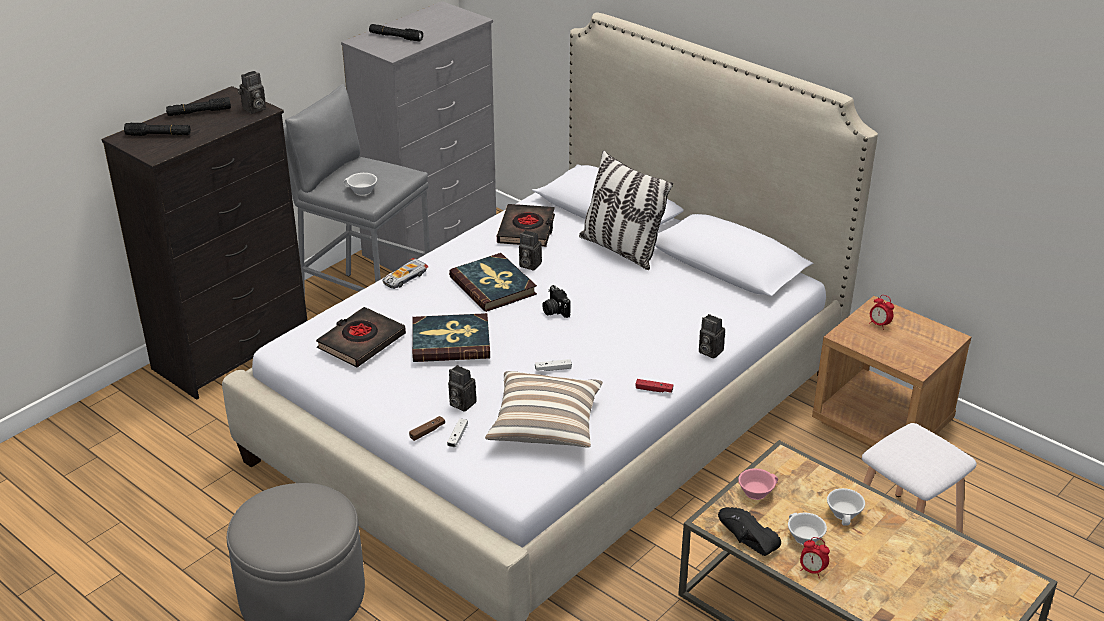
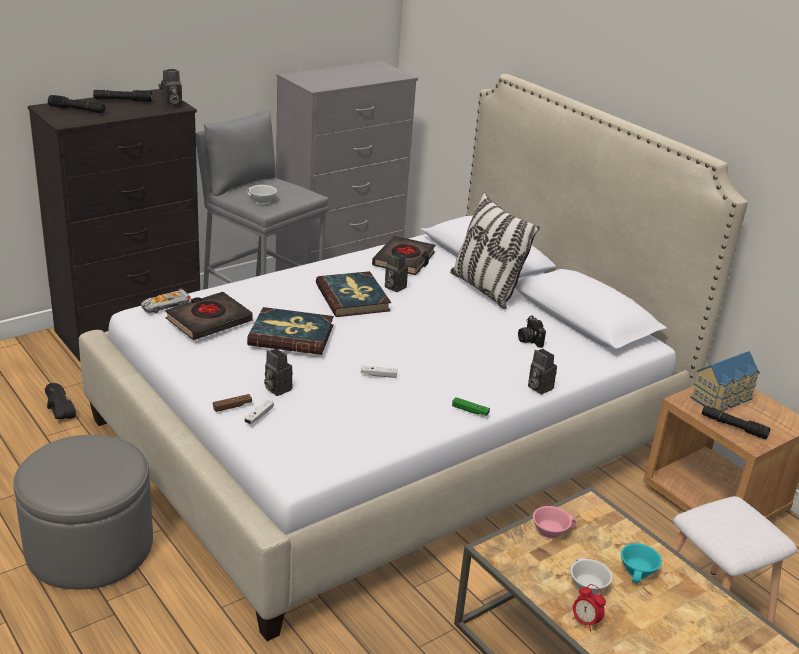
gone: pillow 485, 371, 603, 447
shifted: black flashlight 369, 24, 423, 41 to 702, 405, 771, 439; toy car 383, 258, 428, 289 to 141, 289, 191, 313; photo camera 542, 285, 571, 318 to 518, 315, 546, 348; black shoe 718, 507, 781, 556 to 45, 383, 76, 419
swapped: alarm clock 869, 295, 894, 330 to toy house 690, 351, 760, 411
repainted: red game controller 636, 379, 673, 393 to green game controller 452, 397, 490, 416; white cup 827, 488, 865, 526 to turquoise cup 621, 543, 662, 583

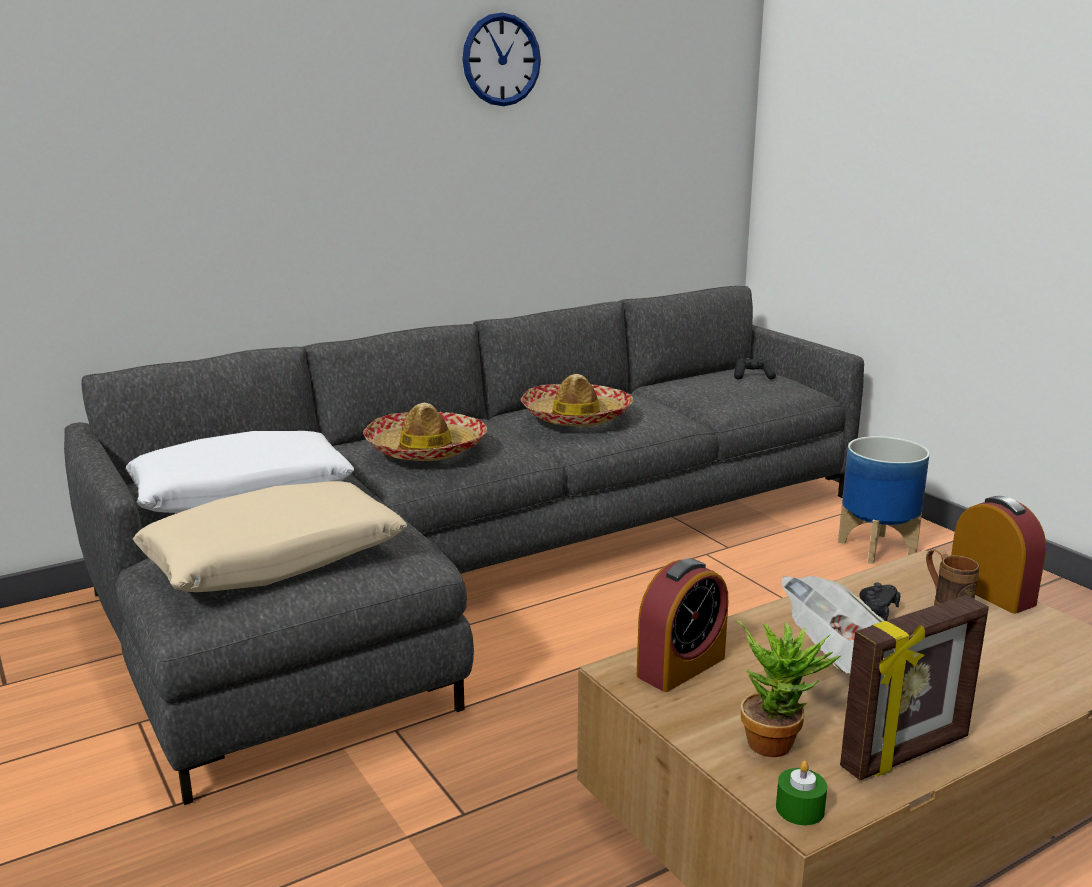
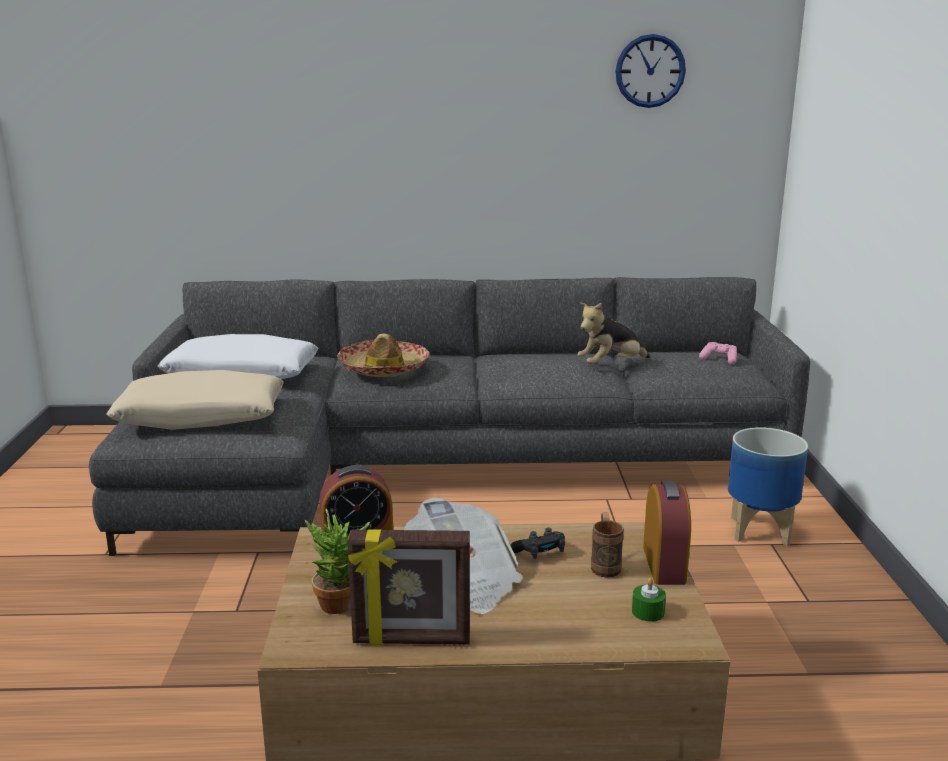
gone: hat 521, 374, 633, 427
new: plush toy 577, 302, 650, 364
shifted: wall clock 462, 12, 541, 106 to 615, 34, 686, 108; green candle 776, 761, 827, 825 to 632, 578, 666, 622
repainted: black game controller 734, 358, 776, 380 to pink game controller 699, 342, 737, 365

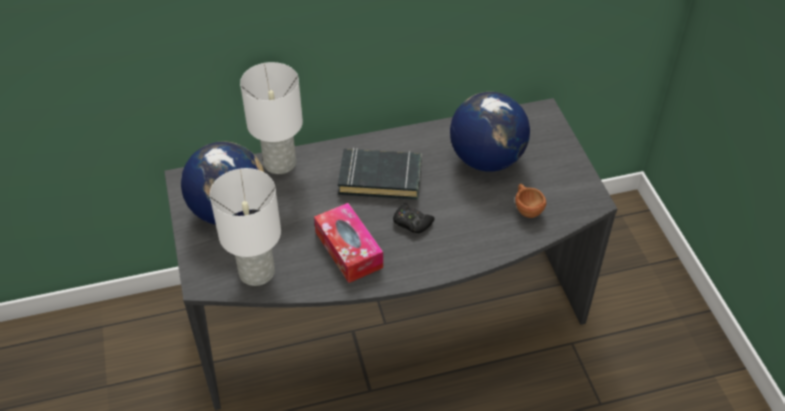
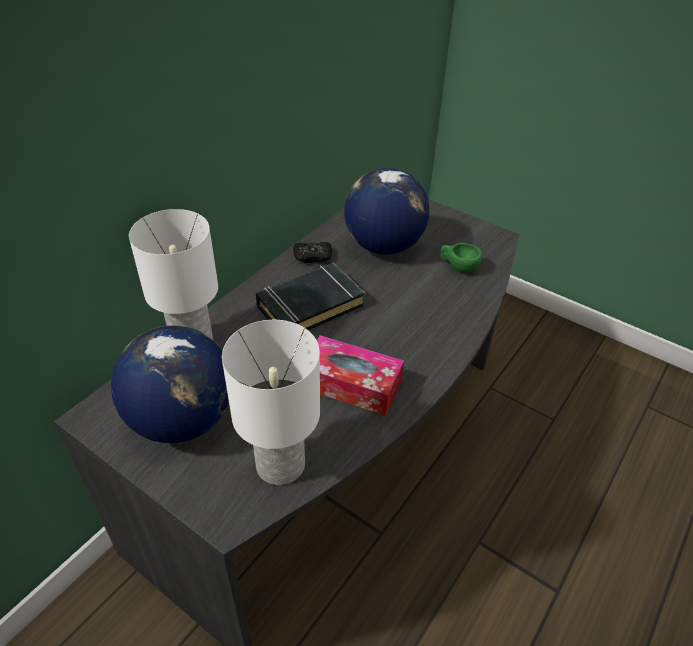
shifted: black game controller 393, 203, 435, 233 to 293, 242, 332, 263
repainted: brown cup 515, 184, 546, 218 to green cup 441, 243, 482, 273

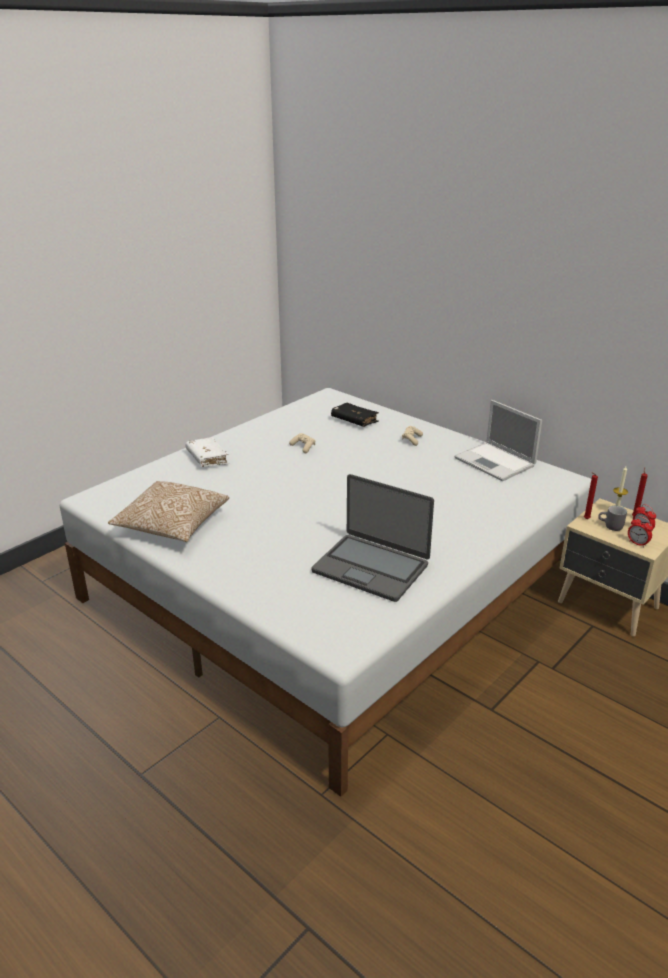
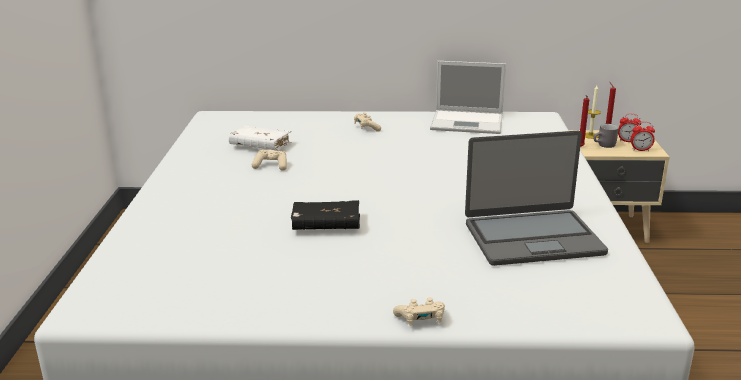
gone: pillow 108, 481, 229, 542
new: beige game controller 393, 297, 445, 326
shifted: white book 186, 437, 229, 467 to 229, 126, 292, 150; black book 331, 403, 379, 427 to 291, 200, 360, 230

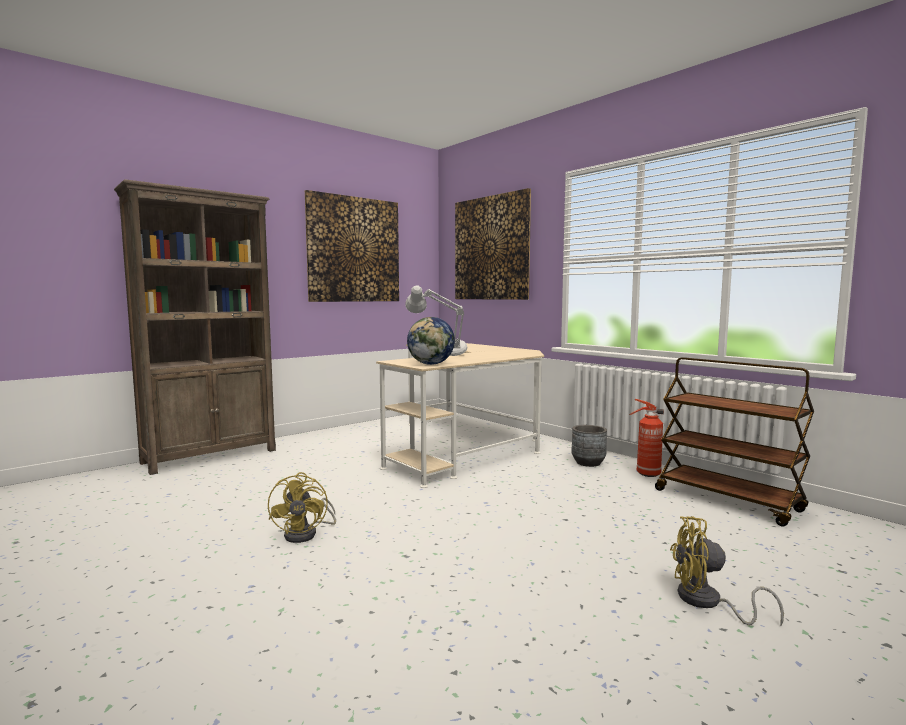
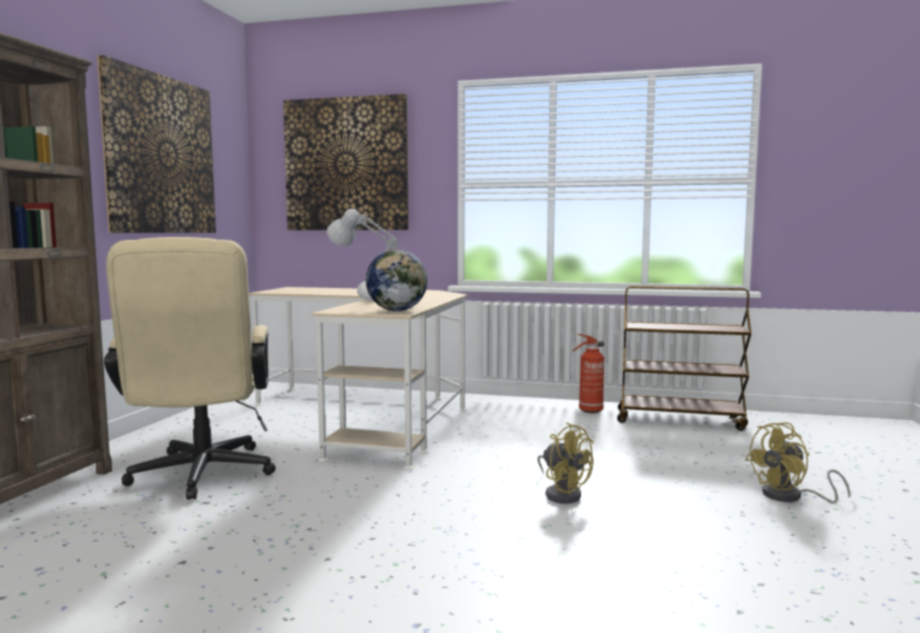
gone: grey planter 572, 425, 607, 467
new: beige office chair 104, 237, 276, 500
shifted: yellow fan 268, 472, 336, 543 to 537, 422, 594, 503

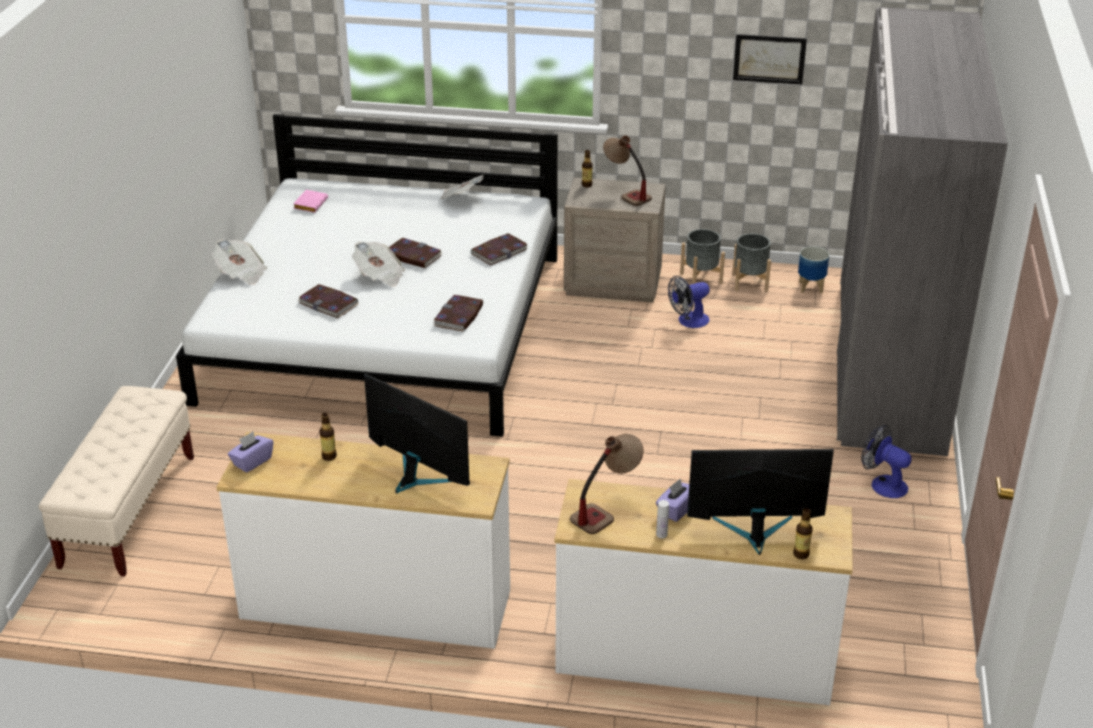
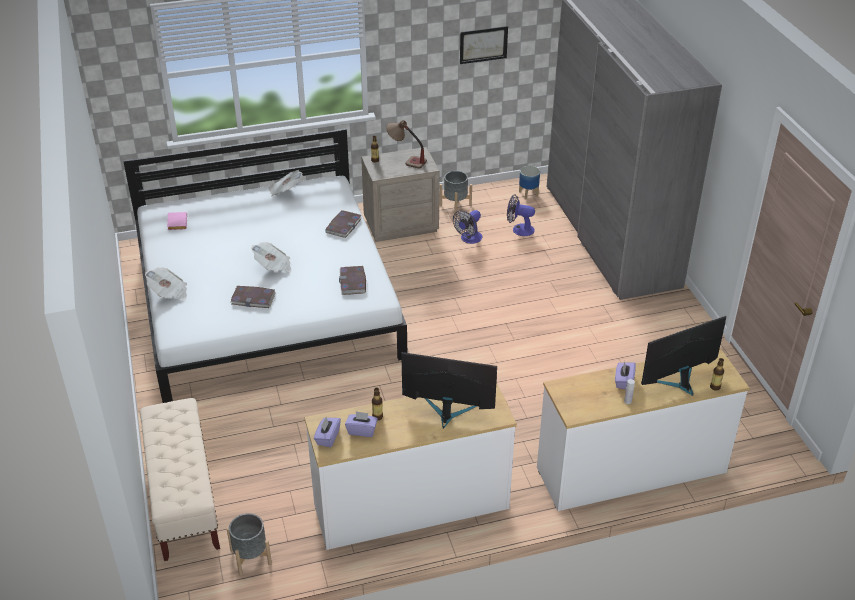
gone: book 389, 237, 443, 268; table lamp 570, 434, 643, 534
new: purple tissue box 345, 411, 378, 437
shifted: grey planter 732, 233, 771, 292 to 227, 513, 272, 576; fan 861, 425, 912, 498 to 507, 194, 535, 236

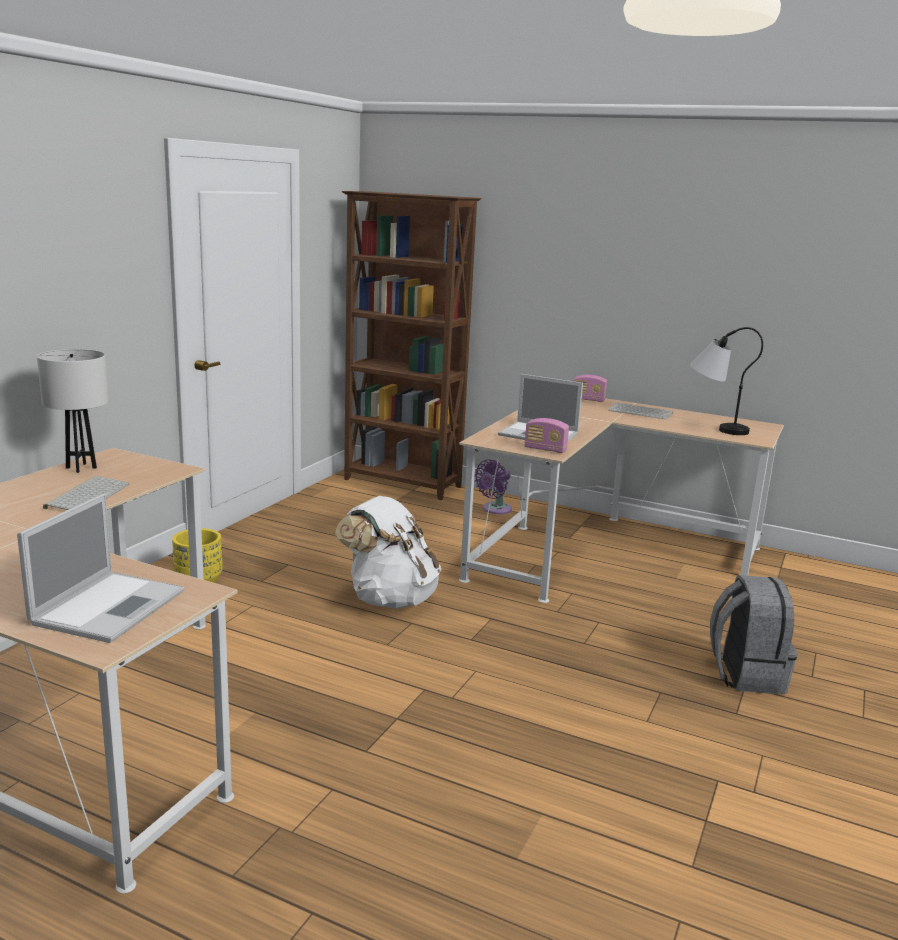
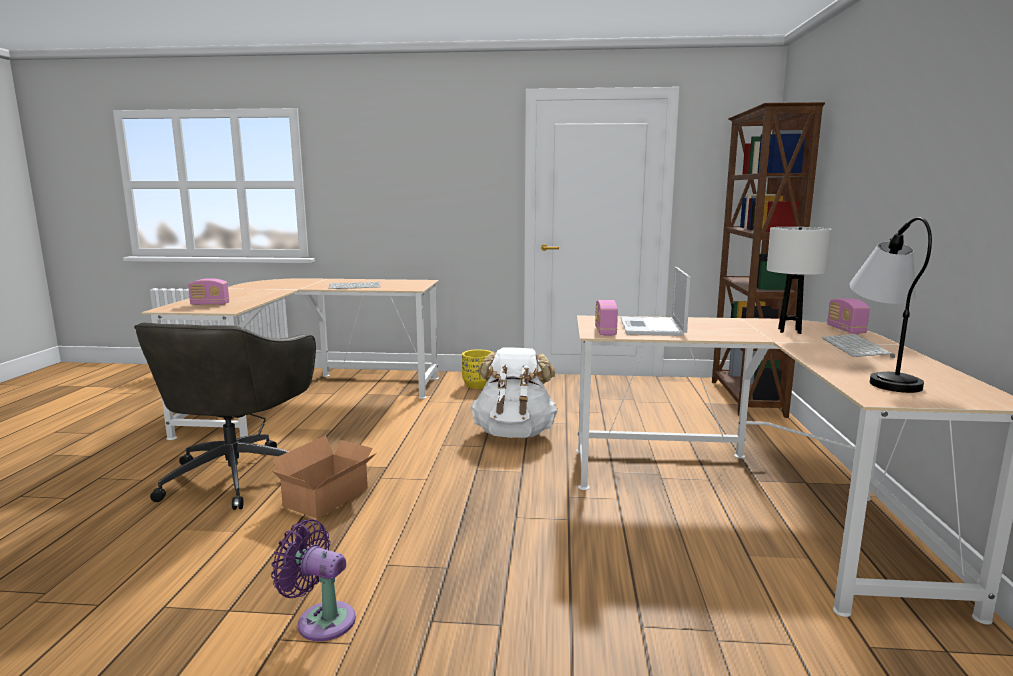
gone: grey backpack 710, 575, 797, 694
new: grey office chair 134, 322, 316, 510; cardboard box 272, 435, 377, 519
shifted: white table lamp 37, 349, 108, 473 to 767, 227, 832, 334; purple fan 474, 459, 512, 514 to 271, 519, 356, 641
swapped: laptop 17, 494, 184, 643 to radio 188, 278, 229, 305

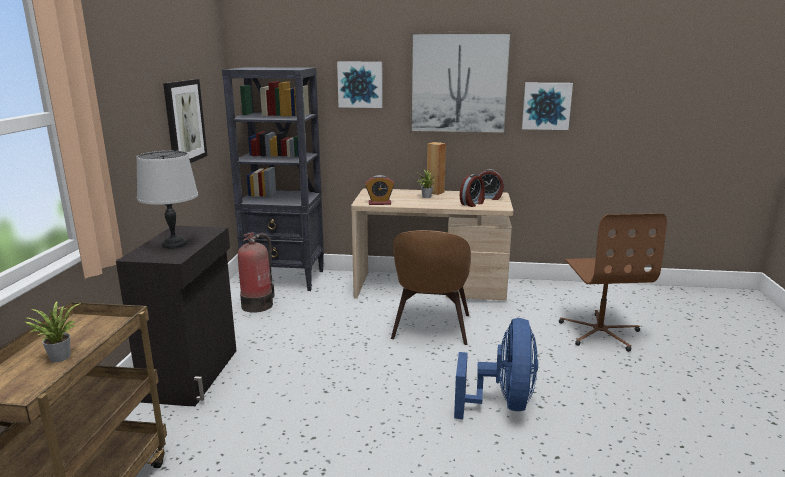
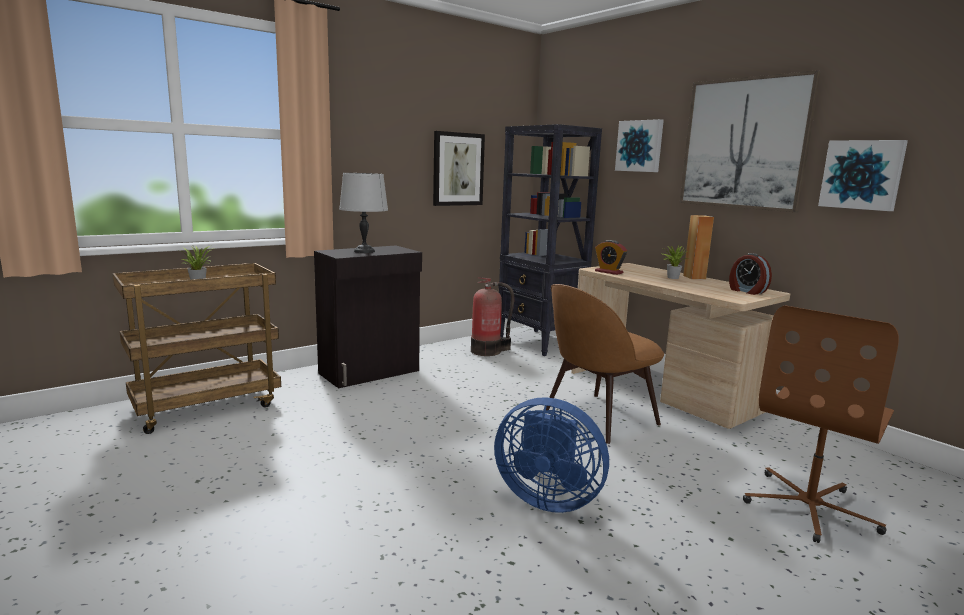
gone: alarm clock 460, 174, 485, 207
rotated: blue fan 454, 318, 538, 419 = 494, 397, 609, 513 60 degrees clockwise

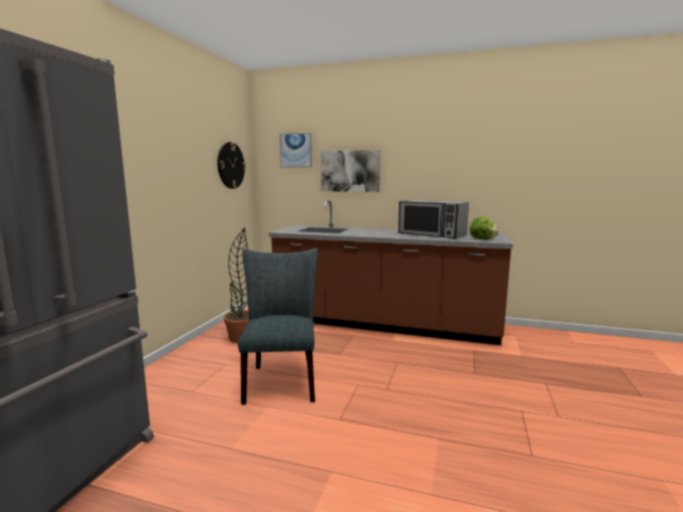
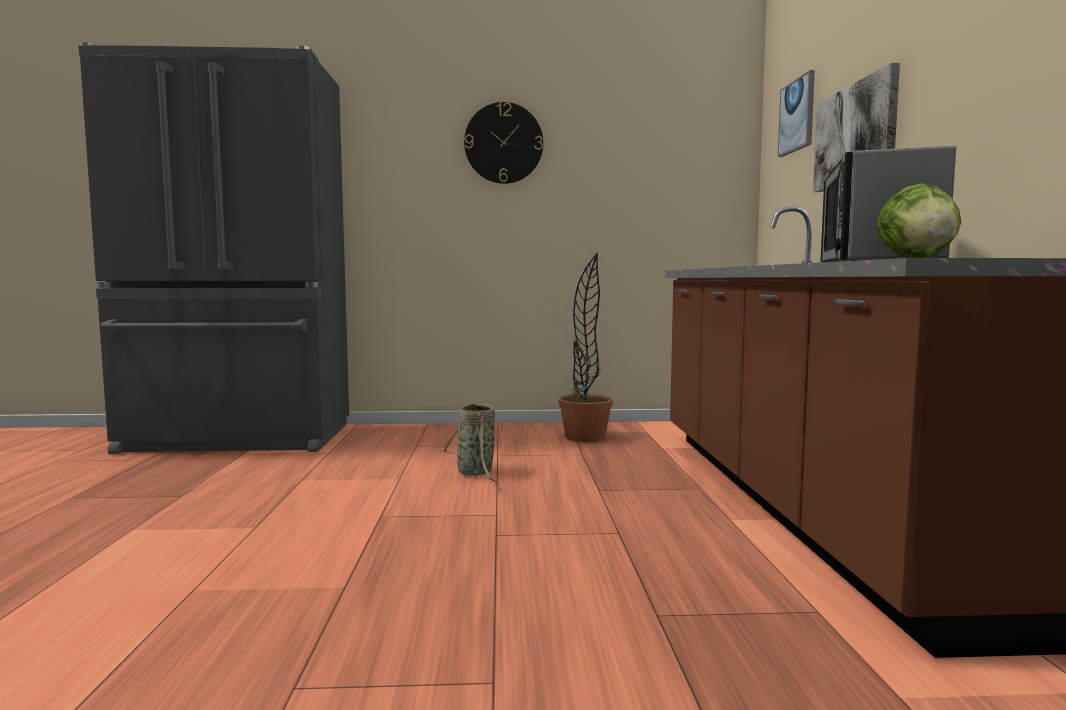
shifted: wall clock 217, 142, 246, 189 to 464, 102, 543, 184
swapped: grey chair 238, 248, 318, 405 to basket 442, 402, 498, 483

